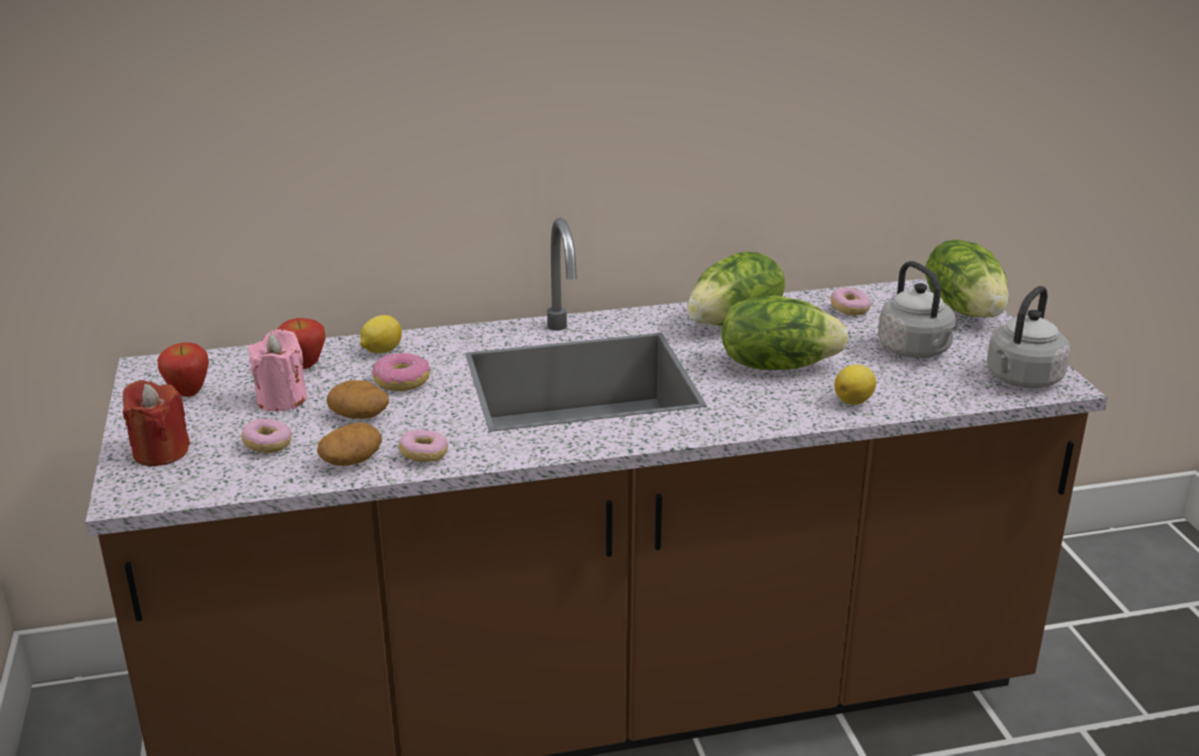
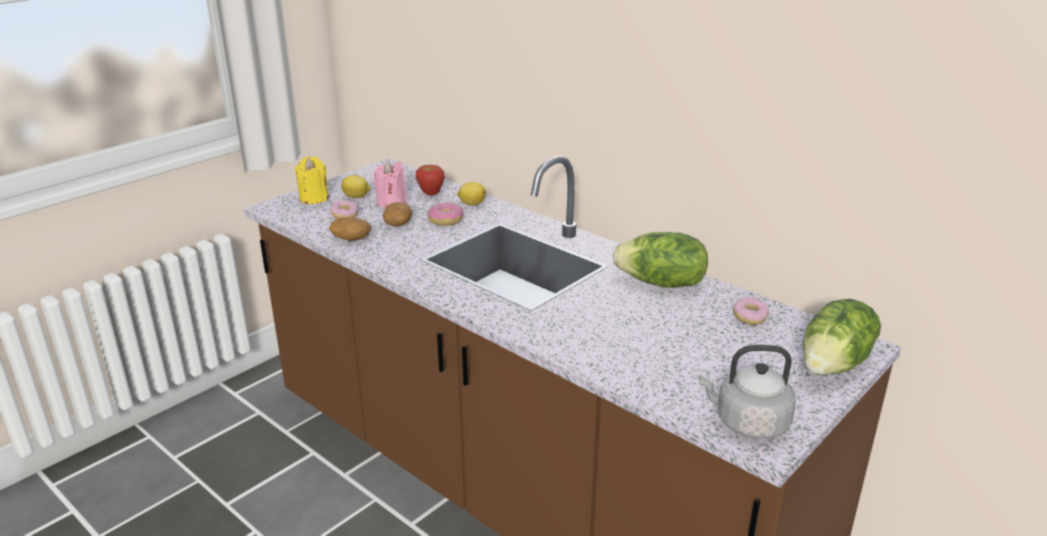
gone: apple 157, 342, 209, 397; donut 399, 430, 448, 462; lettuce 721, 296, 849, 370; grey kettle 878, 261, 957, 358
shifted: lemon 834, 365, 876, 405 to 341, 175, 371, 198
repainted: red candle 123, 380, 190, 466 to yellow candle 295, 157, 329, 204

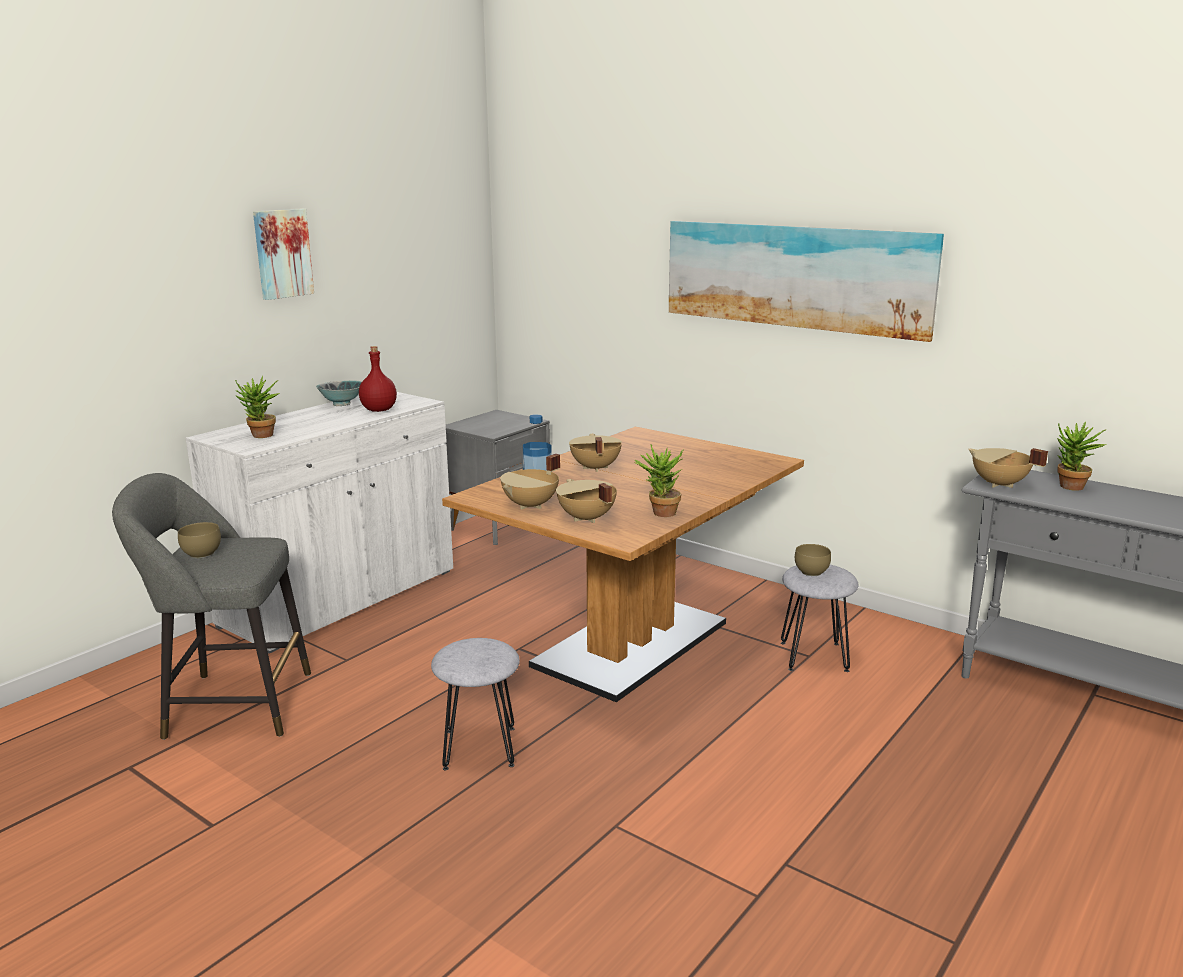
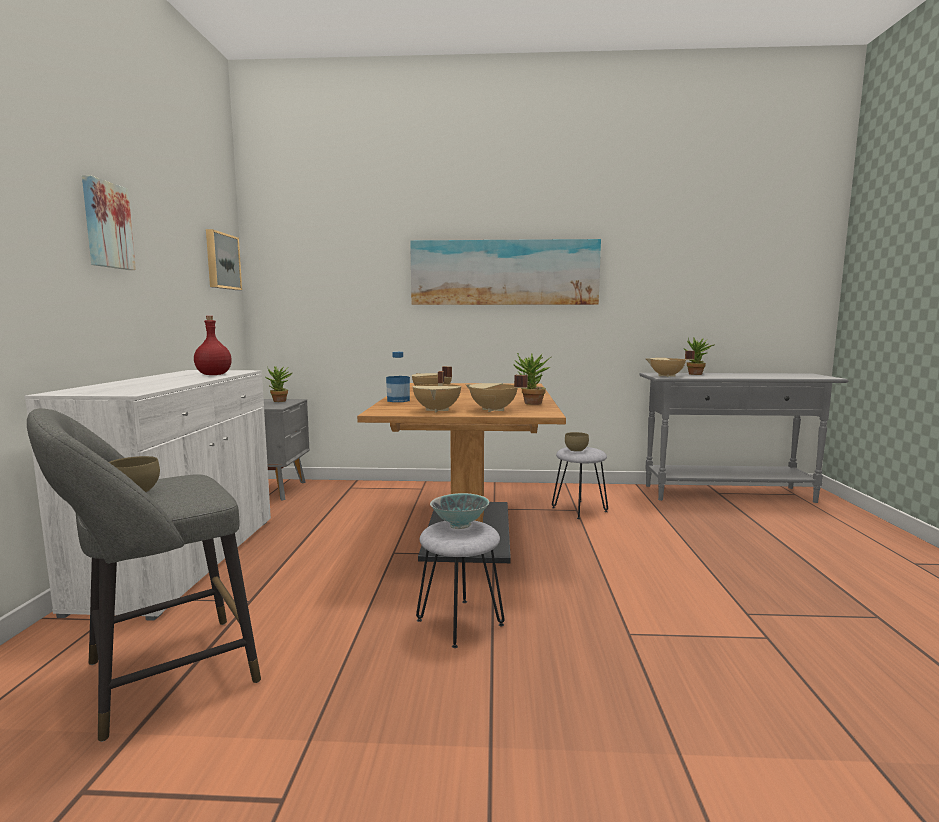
new: picture 206, 229, 242, 290
shifted: potted plant 235, 376, 280, 438 to 266, 366, 292, 402; bowl 316, 380, 362, 406 to 430, 493, 489, 529

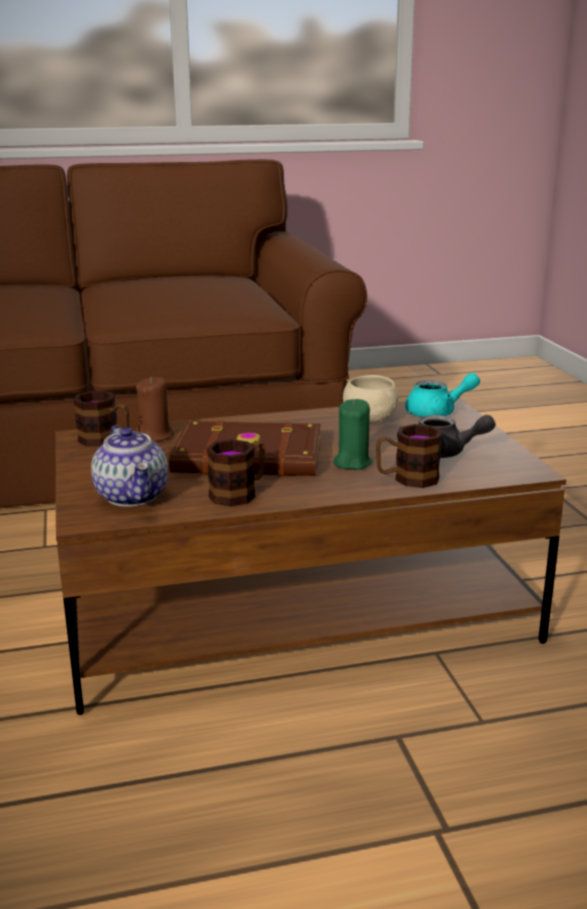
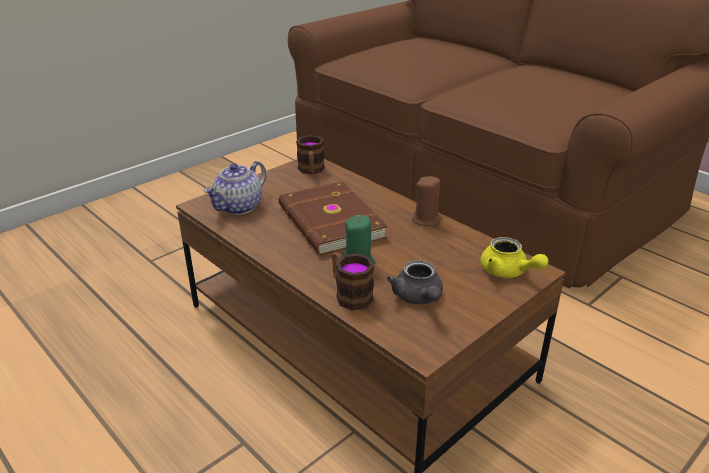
gone: mug 207, 439, 265, 507; beige bowl 343, 375, 399, 423
shifted: brown candle 135, 376, 174, 442 to 412, 176, 442, 226
repainted: turquoise teapot 405, 373, 480, 417 to yellow teapot 480, 237, 549, 278

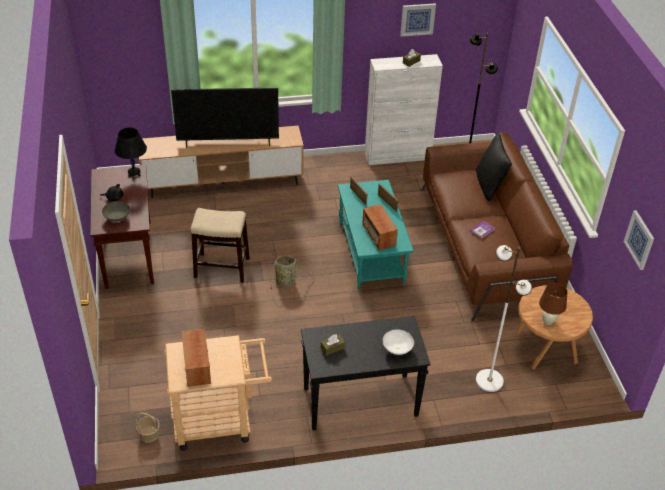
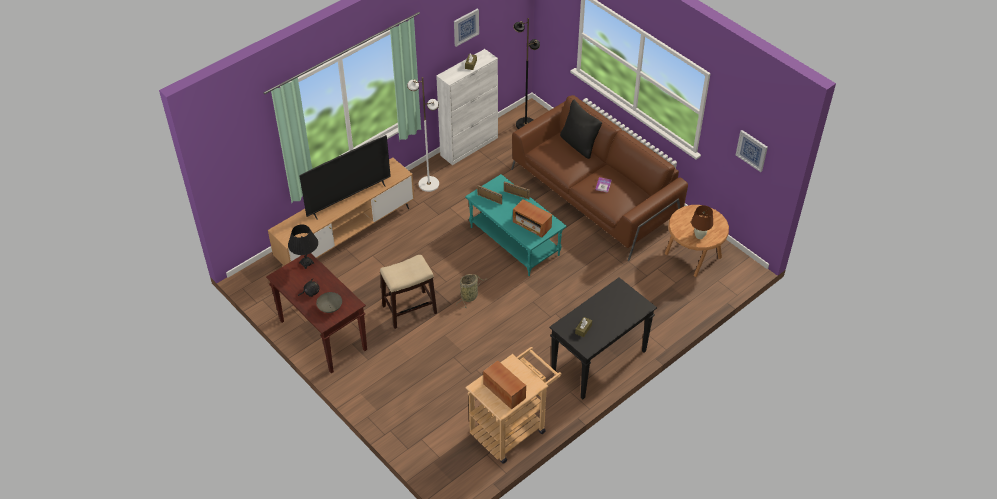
gone: basket 136, 413, 160, 443; white bowl 383, 330, 414, 355
shifted: white floor lamp 476, 245, 532, 392 to 407, 77, 439, 192

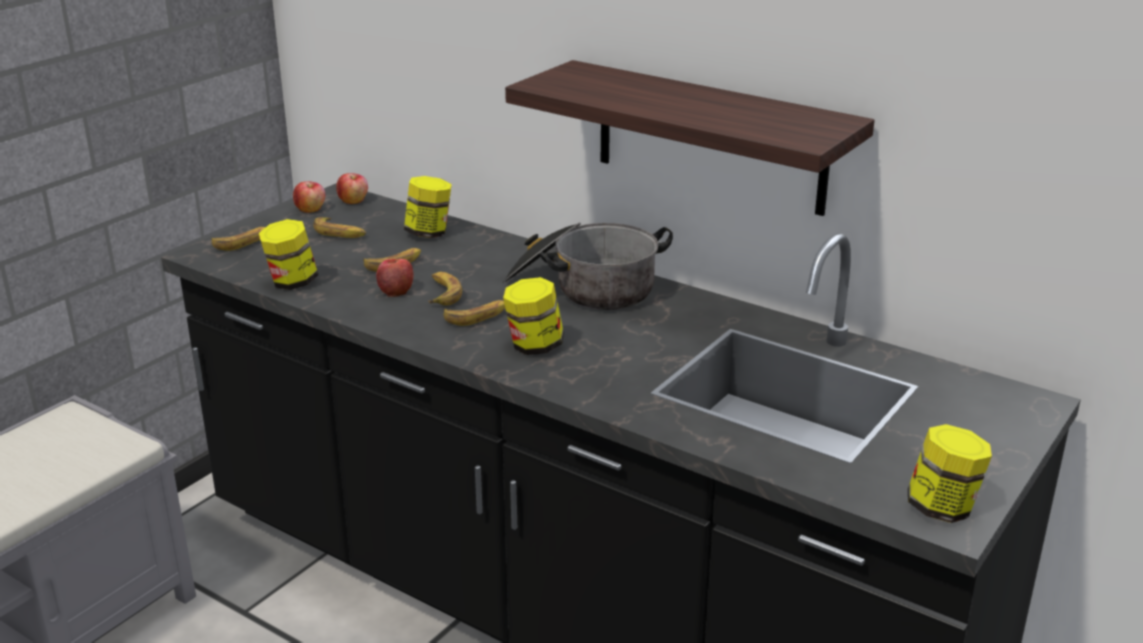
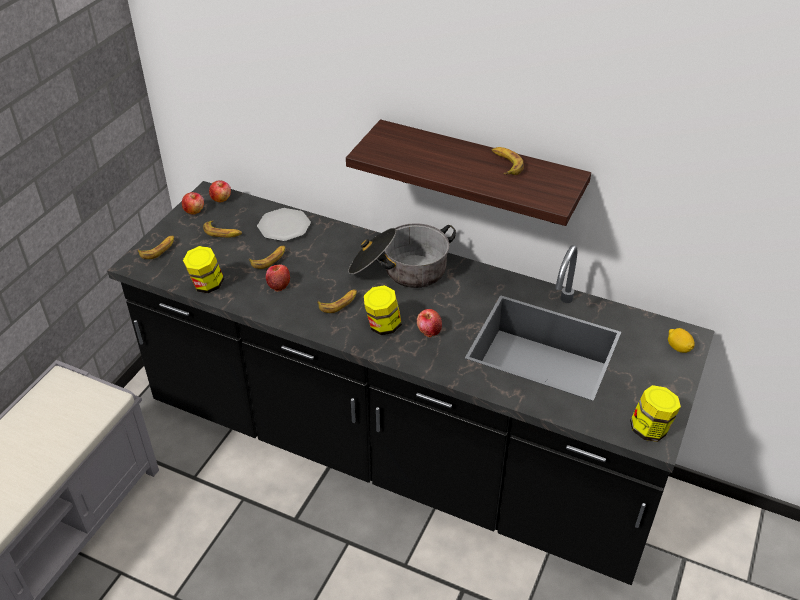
new: apple 417, 309, 442, 337; lemon 668, 328, 694, 353
shifted: banana 428, 272, 462, 306 to 492, 147, 524, 175
swapped: jar 404, 176, 452, 238 to plate 257, 208, 311, 241

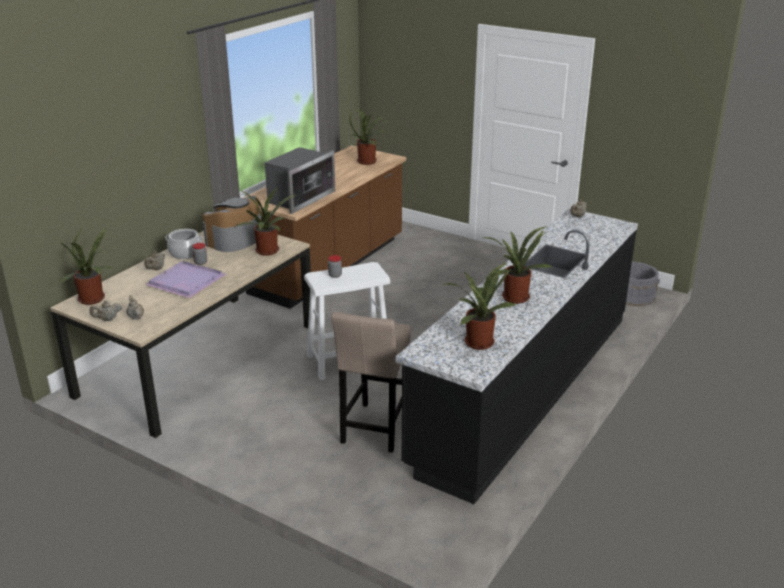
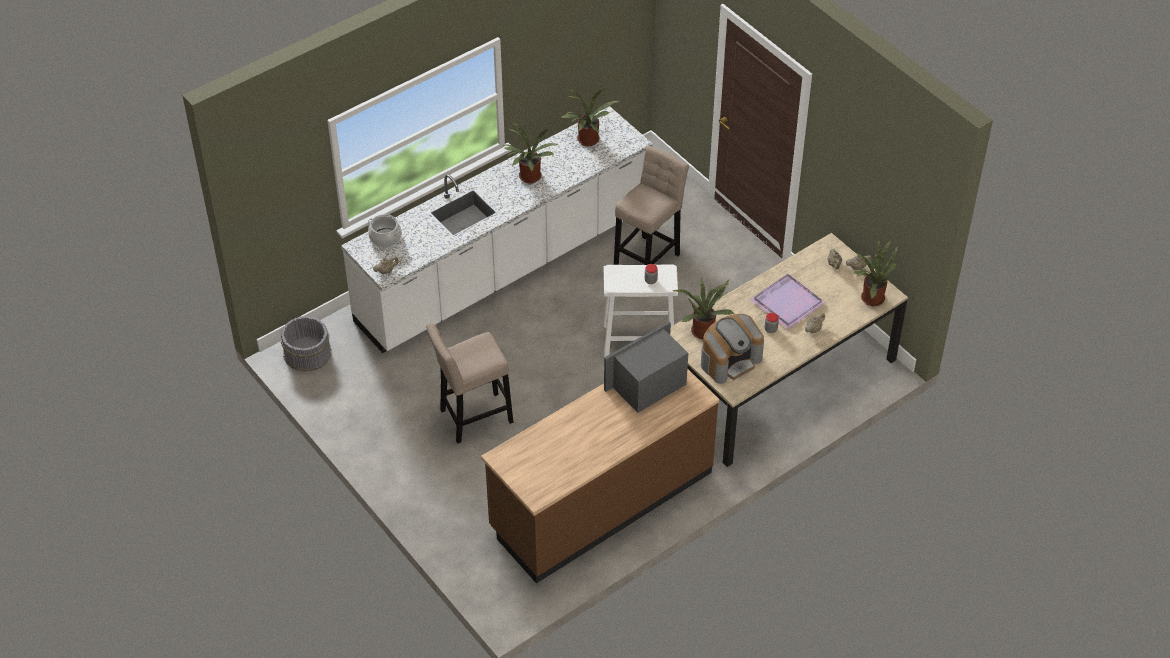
gone: potted plant 349, 108, 388, 165
new: beige stool 426, 323, 513, 443
shifted: cooking pot 165, 229, 202, 259 to 367, 214, 402, 248
repainted: black counter 396, 208, 638, 504 to white counter 341, 106, 653, 353

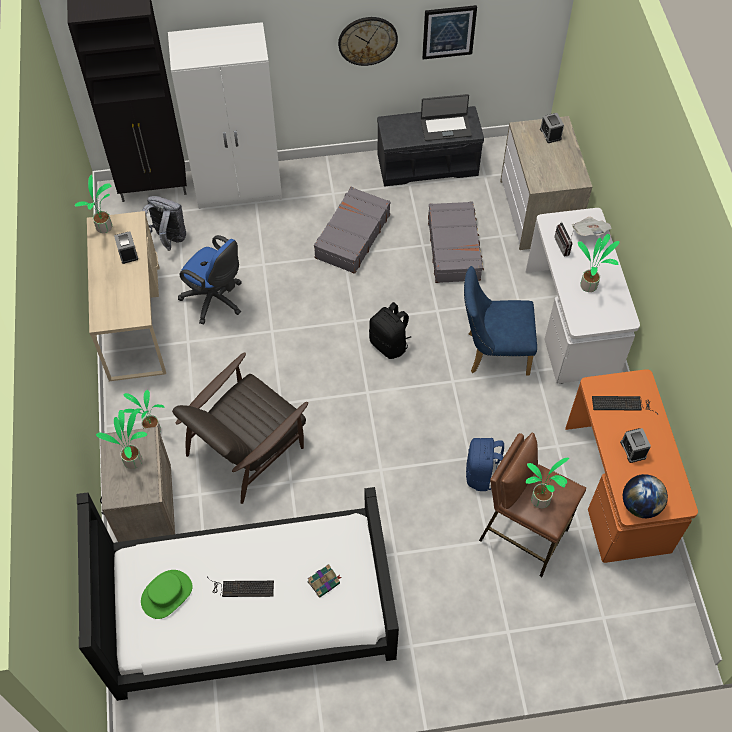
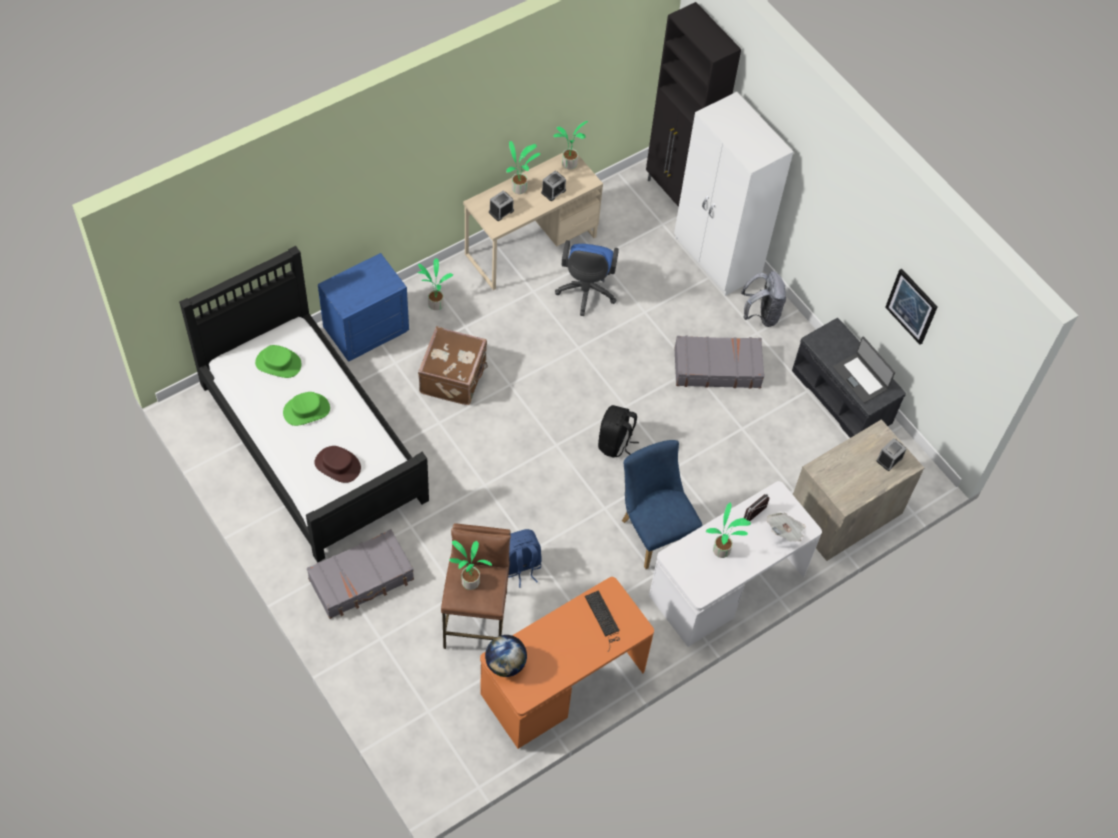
gone: wall clock 338, 17, 398, 66
shifted: potted plant 96, 410, 147, 469 to 506, 141, 540, 194; grey backpack 142, 196, 186, 251 to 741, 271, 786, 327; grey suitcase 428, 201, 484, 283 to 307, 529, 414, 619; alarm clock 620, 428, 651, 463 to 489, 190, 514, 221
swapped: brown armchair 172, 352, 308, 504 to brown suitcase 418, 326, 488, 405; keyboard 207, 576, 274, 597 to green hat 283, 392, 330, 426; book 307, 564, 342, 597 to brown hat 314, 446, 361, 483
repainted: beige nightstand 100, 427, 175, 542 to blue nightstand 318, 253, 409, 362

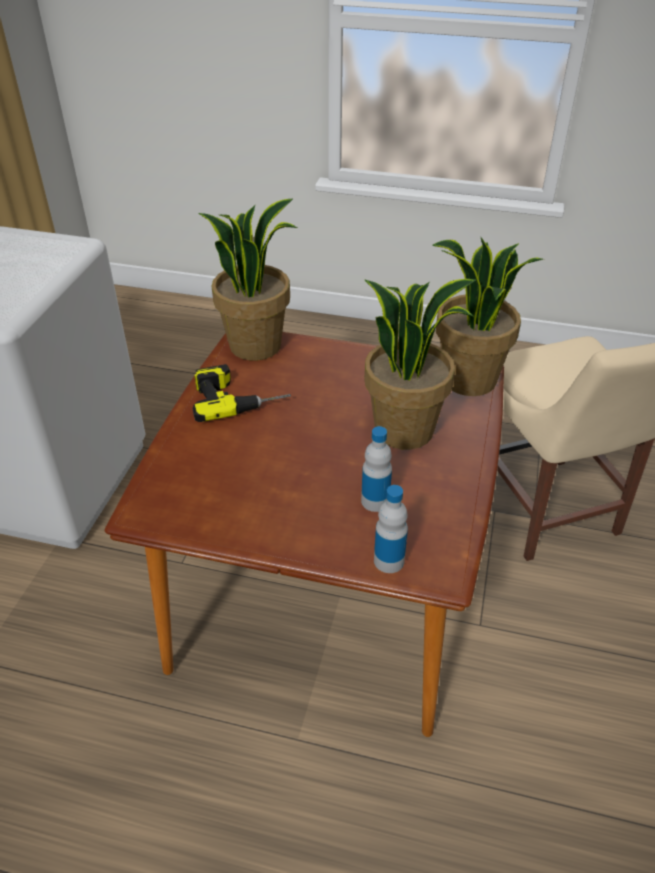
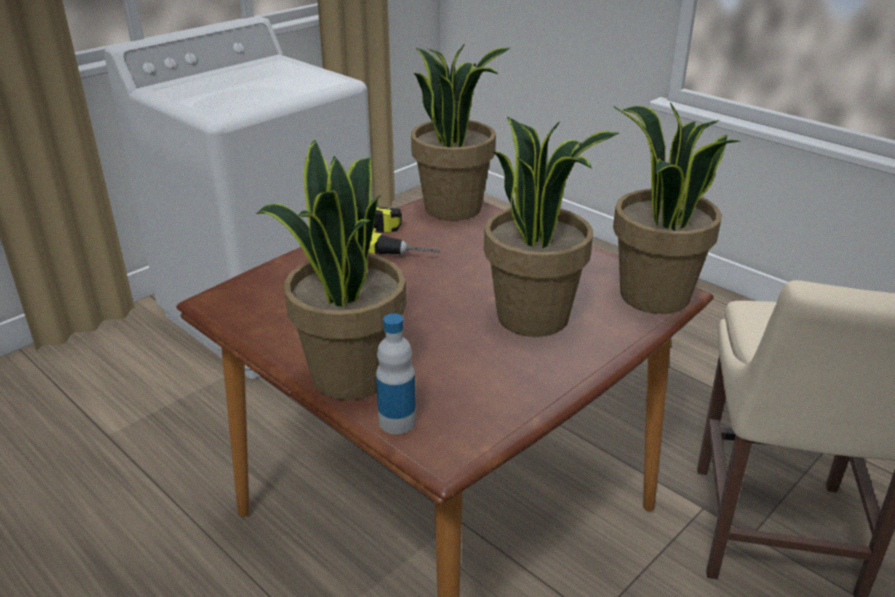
gone: bottle 361, 426, 392, 512
new: potted plant 256, 140, 406, 400

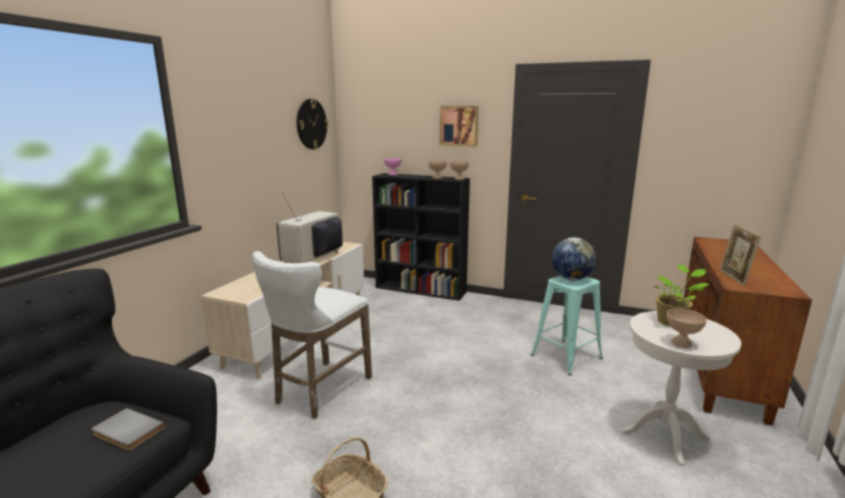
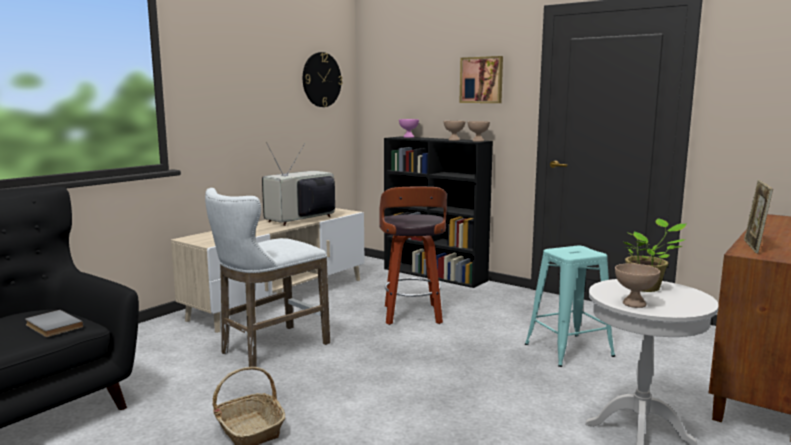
gone: globe 552, 237, 596, 280
new: stool 379, 186, 447, 325

